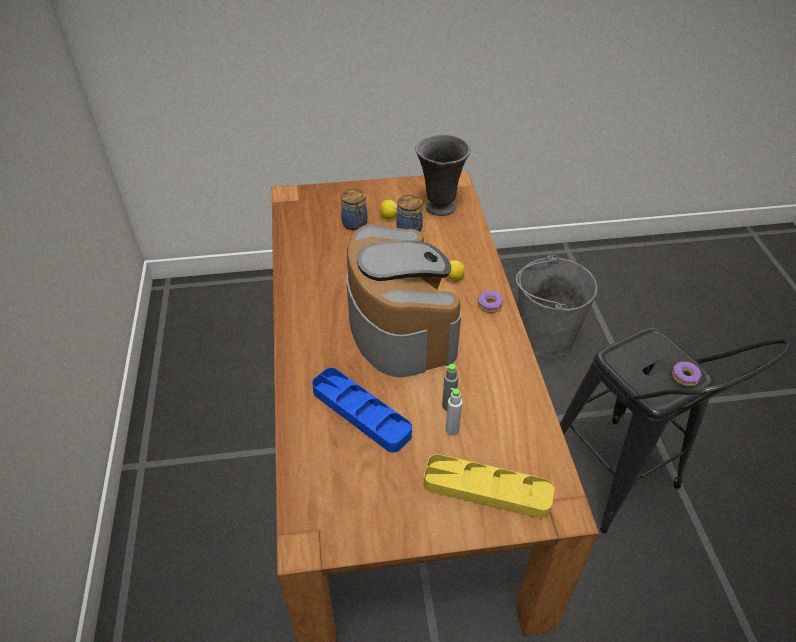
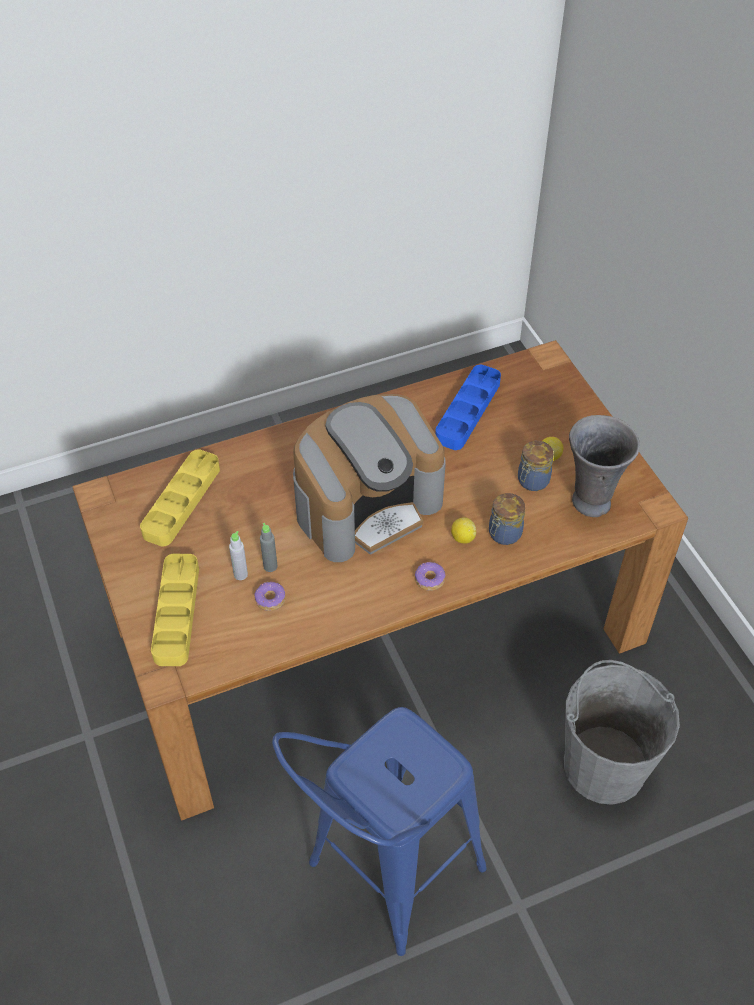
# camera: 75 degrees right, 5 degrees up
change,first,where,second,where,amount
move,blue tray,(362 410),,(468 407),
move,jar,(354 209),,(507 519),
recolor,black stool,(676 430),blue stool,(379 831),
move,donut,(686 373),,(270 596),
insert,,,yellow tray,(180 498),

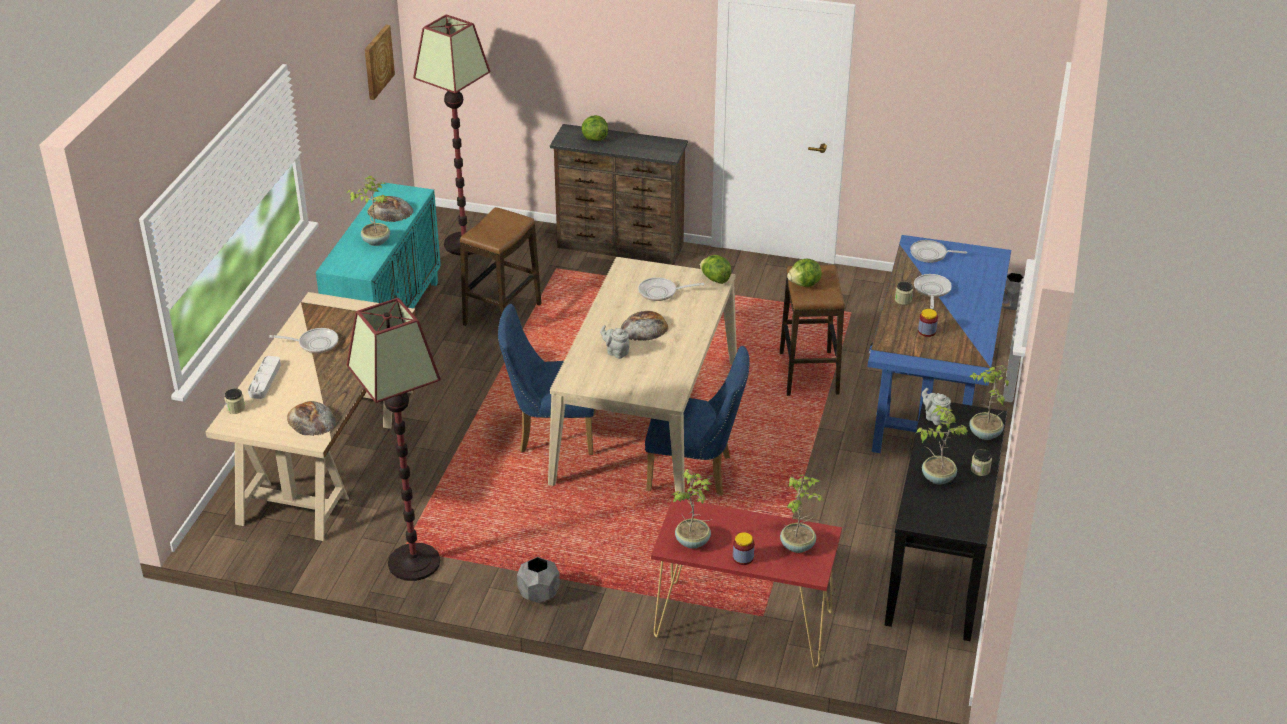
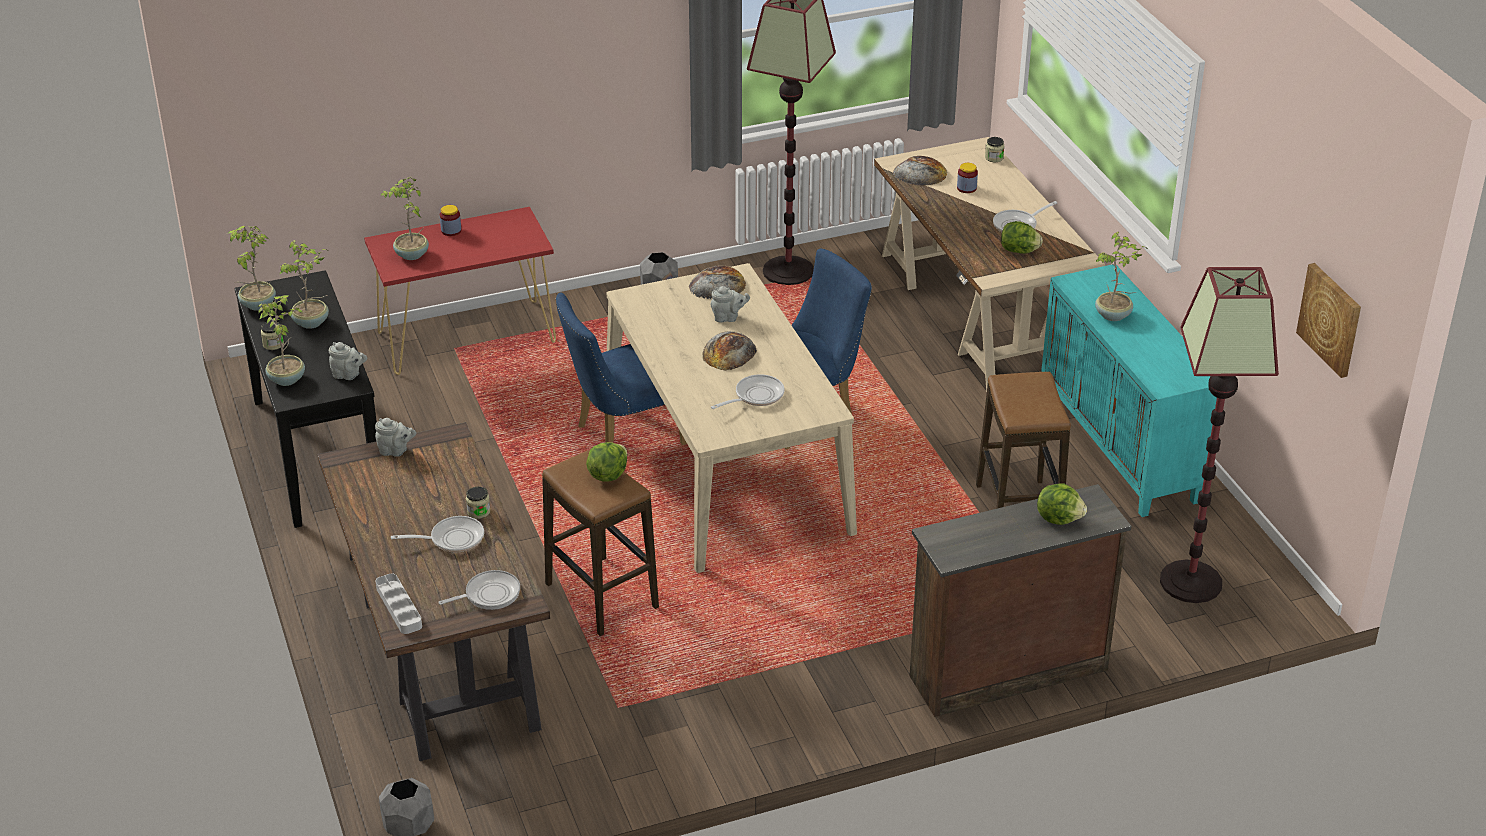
# camera: 145 degrees right, 0 degrees up
change,first,where,second,where,amount
move,grey tray,(264 377),,(399 603),
move,bread,(390 209),,(717 282),
move,potted plant,(693 509),,(251 268),
move,lettuce,(716 269),,(1022 237),
recolor,blue desk,(939 344),brown desk,(434 591),
rotate,frying pan,(933 291),,(437 534),75 degrees counterclockwise
move,jar,(928 323),,(967 178),
insert,,,grey teapot,(395 437),

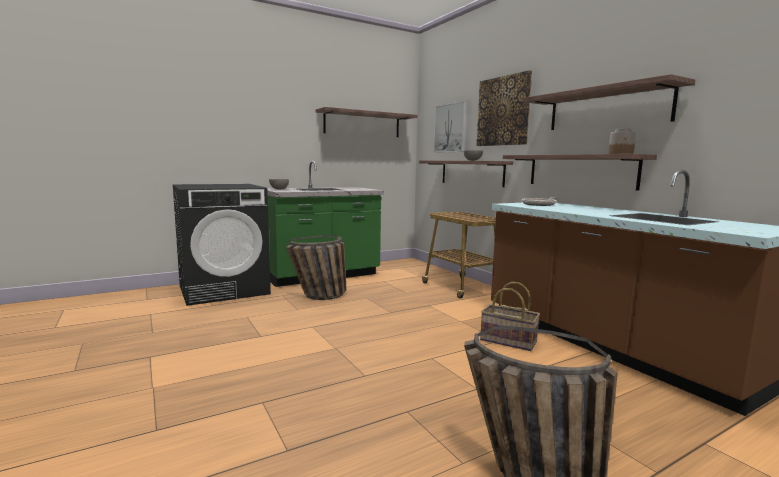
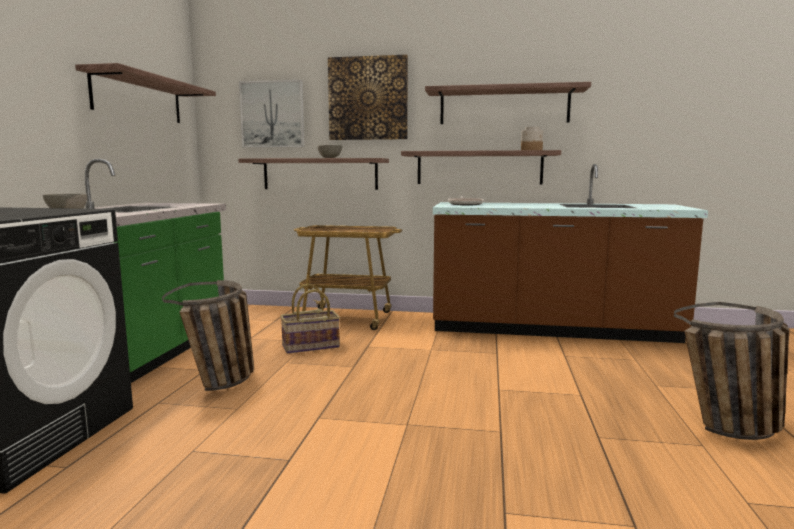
# camera: 50 degrees left, 0 degrees up
change,first,where,second,where,amount
move,basket,(510 316),,(310 319),

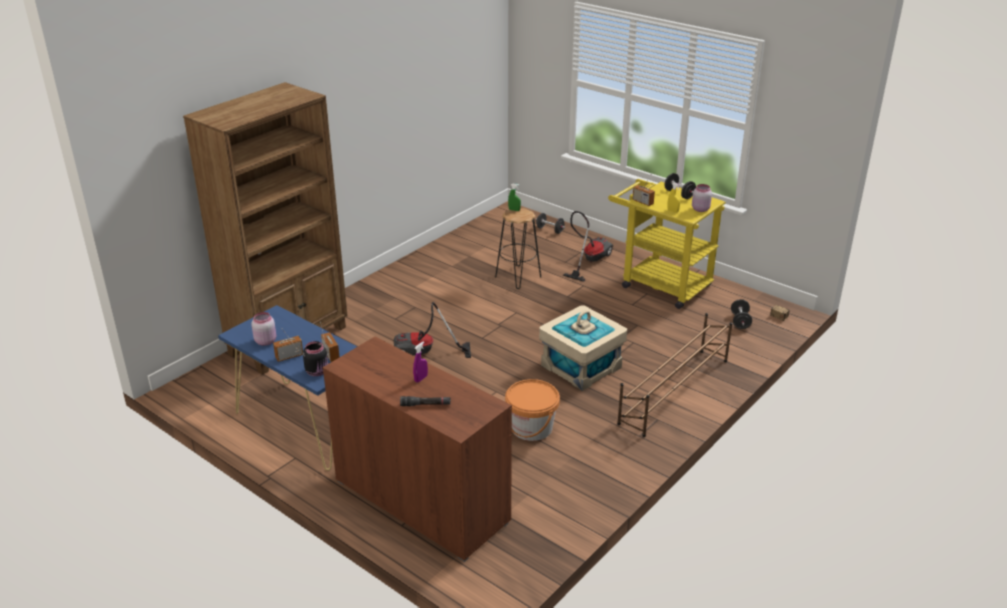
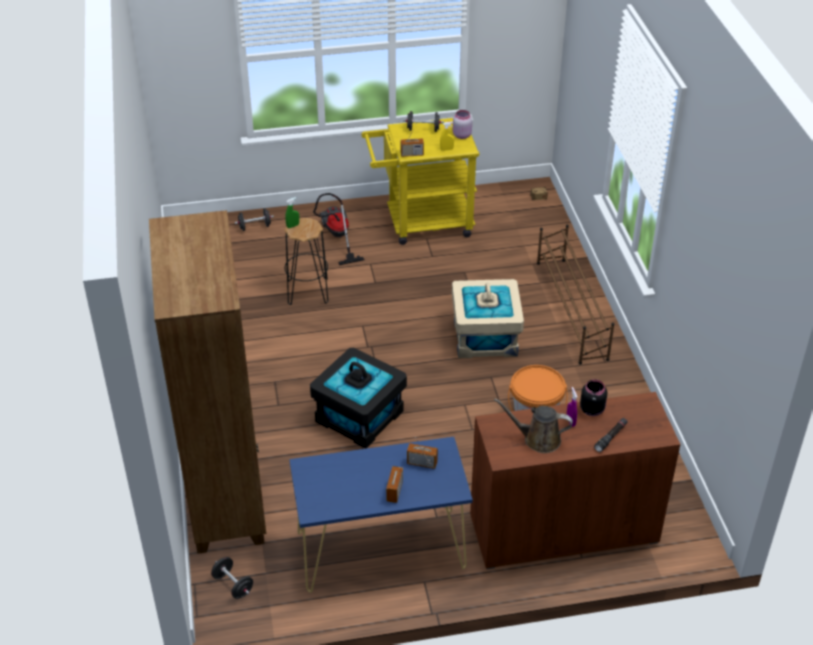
# camera: 50 degrees left, 10 degrees up
change,first,where,second,where,amount
delete,pink jar,(263 329),,,
move,black jar,(315 358),,(593 397),
replace,vacuum cleaner,(432 330),black storage box,(358 398),
move,black dumbbell,(741 314),,(232 578),
insert,,,brown watering can,(533 425),

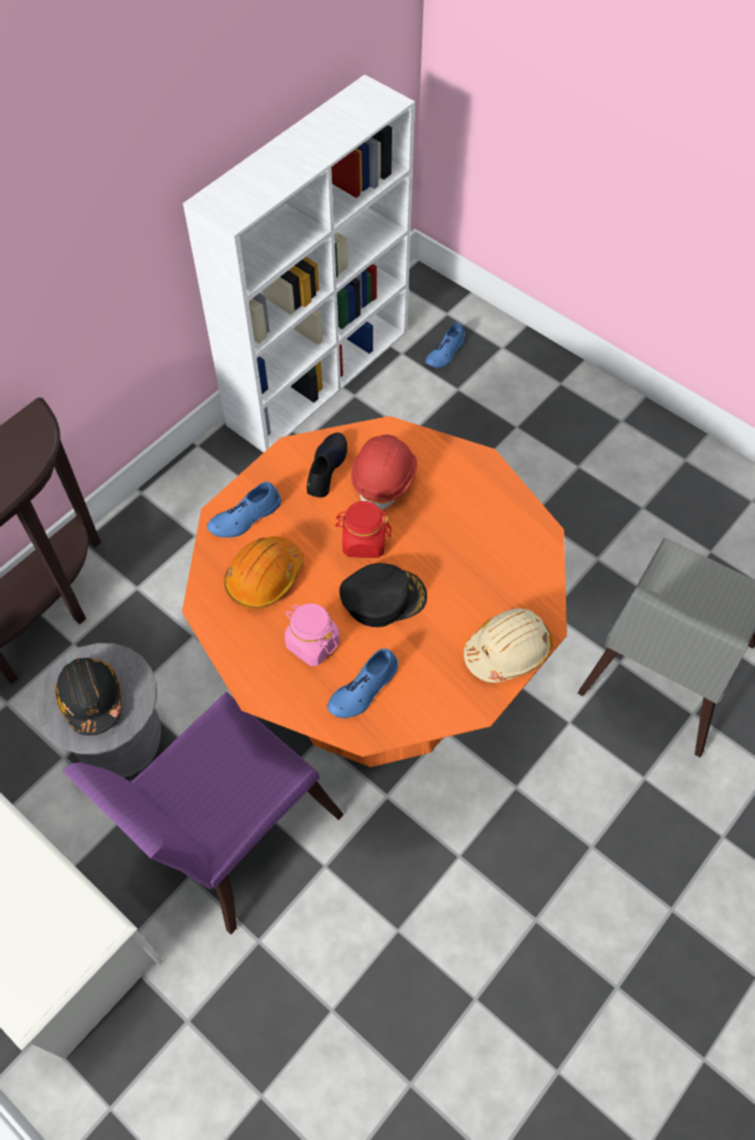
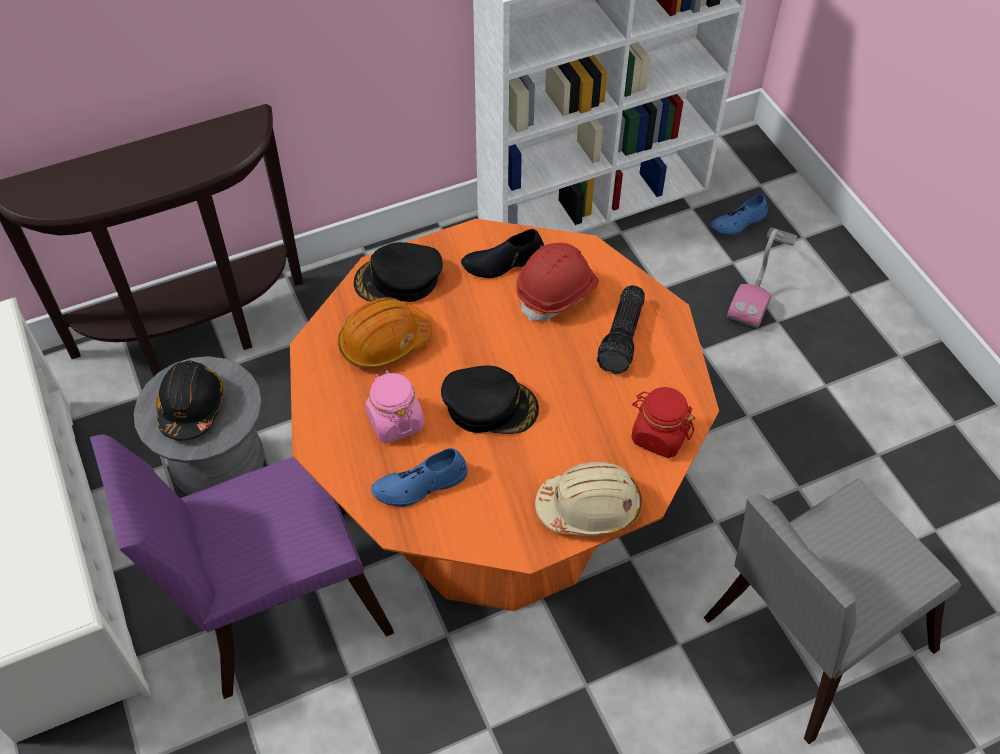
# camera: 25 degrees right, 5 degrees down
change,first,where,second,where,amount
replace,blue shoe,(244 509),black cap,(398 272),
rotate,black shoe,(327 465),,(502 253),150 degrees counterclockwise
move,red jar,(363 529),,(663 422),
insert,,,flashlight,(621 329),
insert,,,vacuum cleaner,(762 278),

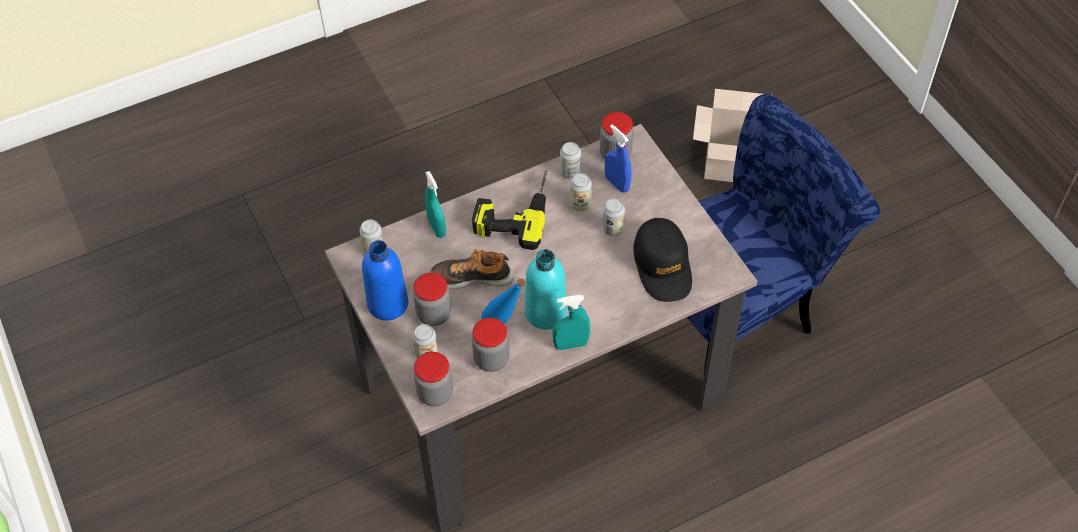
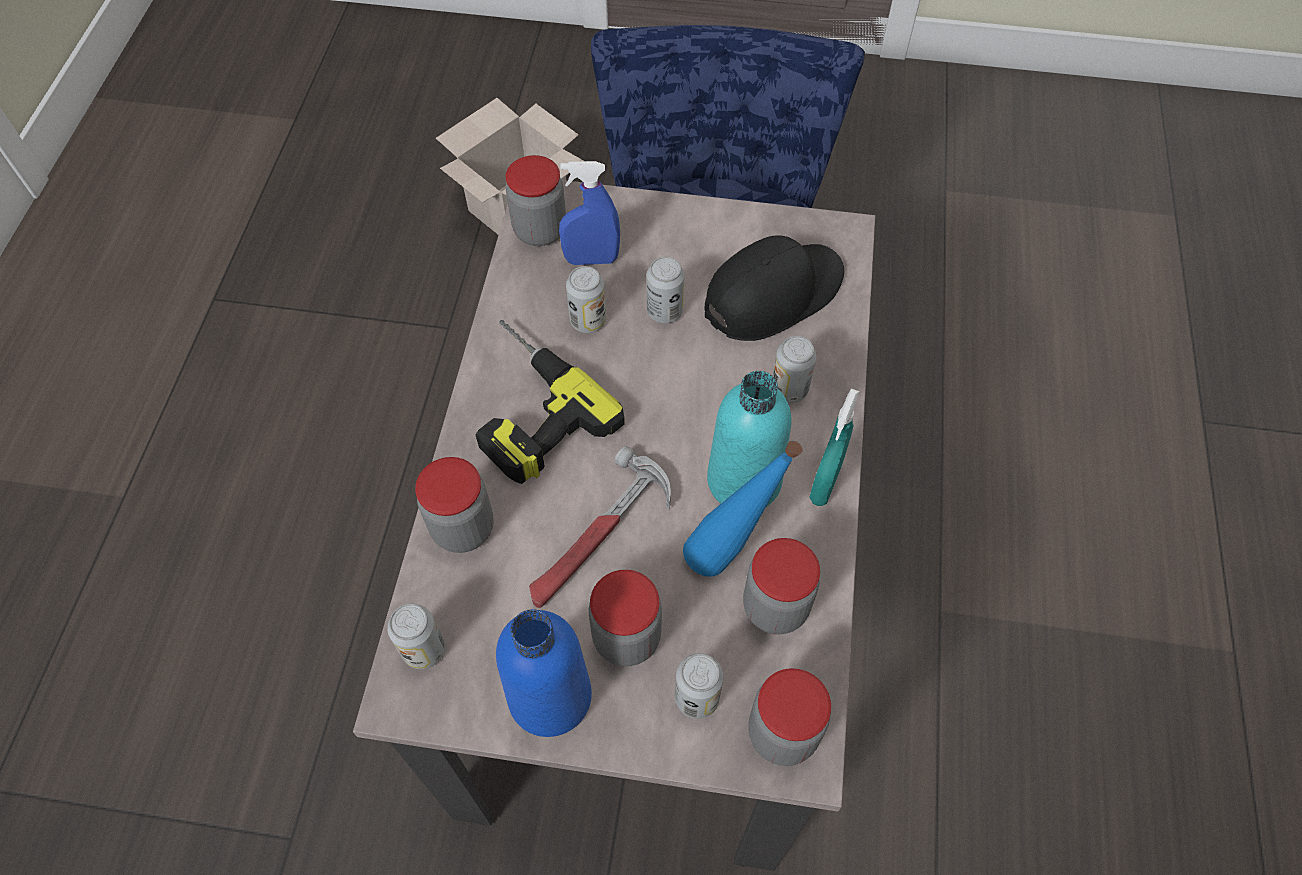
# camera: 55 degrees left, 5 degrees up
change,first,where,second,where,amount
replace,turquoise spray bottle,(435 204),jar,(454 505),
replace,shoe,(471 269),hammer,(600 527),
move,can,(570 161),,(794 369),
rotate,black cap,(662 260),,(774 288),60 degrees counterclockwise

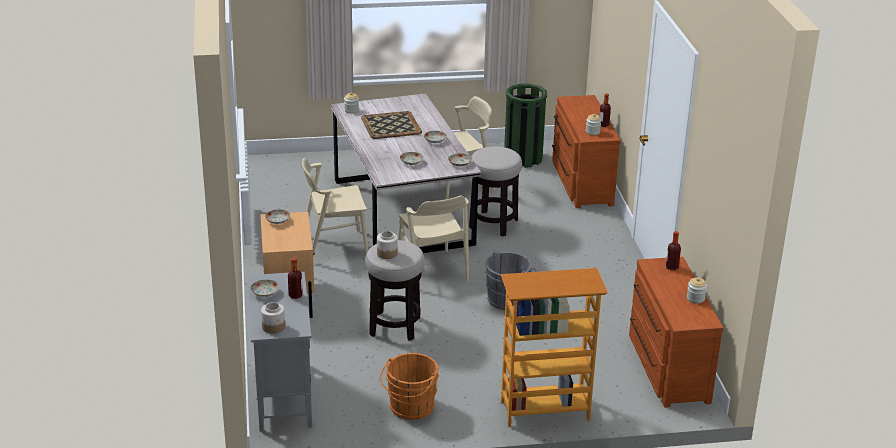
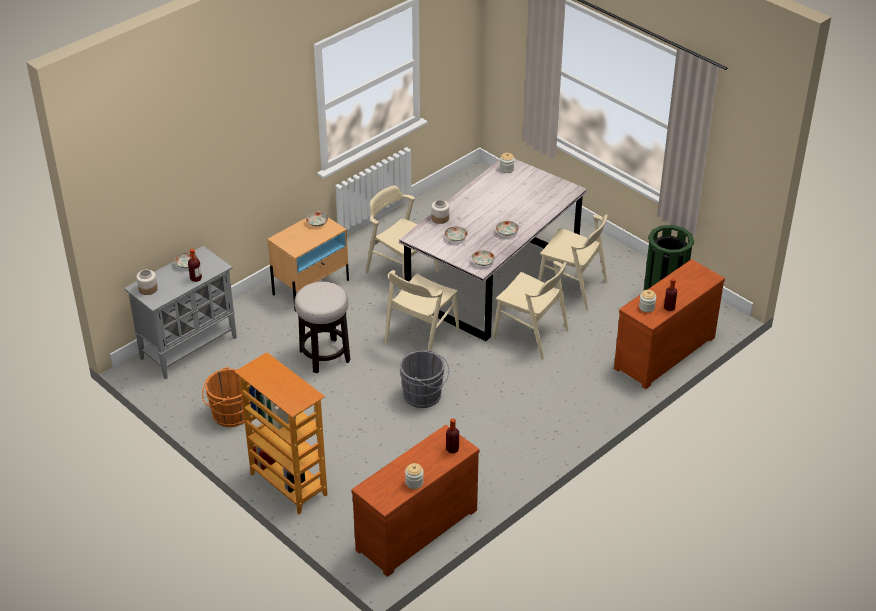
# camera: 55 degrees right, 10 degrees up
change,first,where,second,where,amount
delete,tray,(391 125),,,
move,jar,(387 245),,(440 212),
replace,stool,(495 191),beige chair,(530 310),

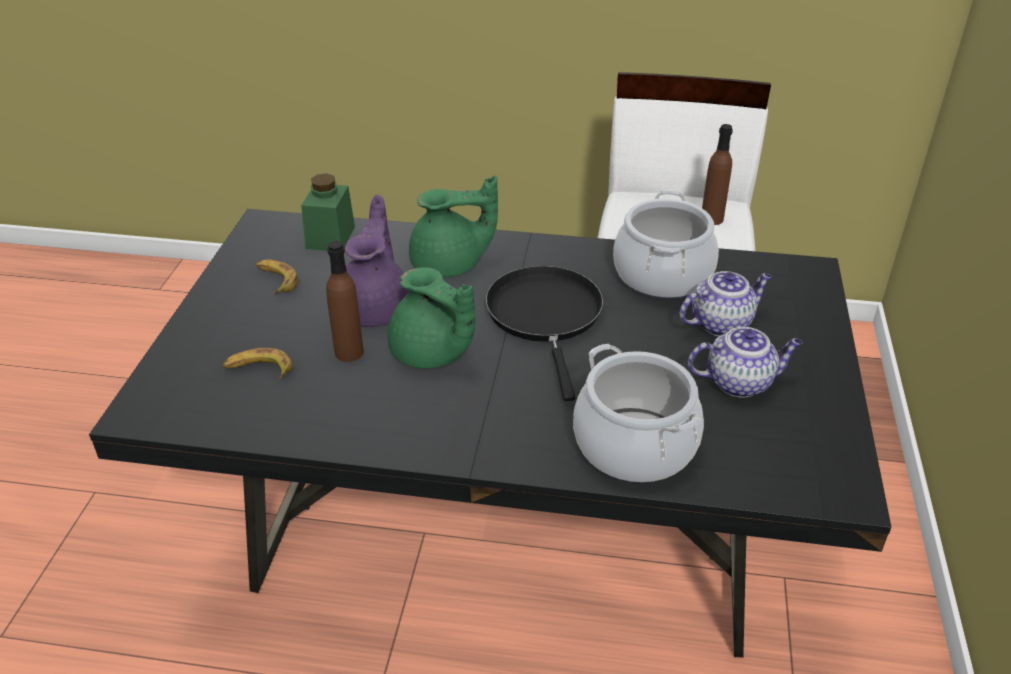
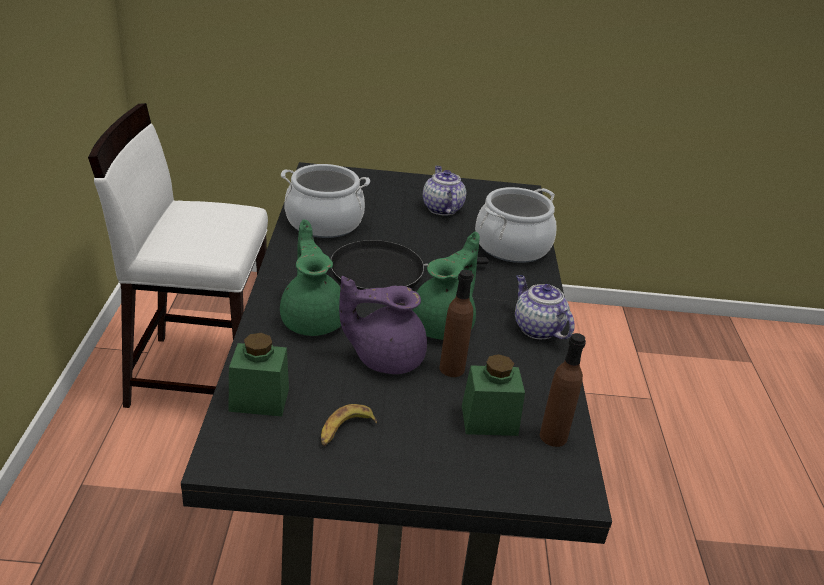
# camera: 100 degrees left, 5 degrees down
change,first,where,second,where,amount
replace,banana,(258 363),green jar,(493 395),
move,teapot,(726 303),,(545 307),
move,brown bottle,(717 174),,(563 390),

